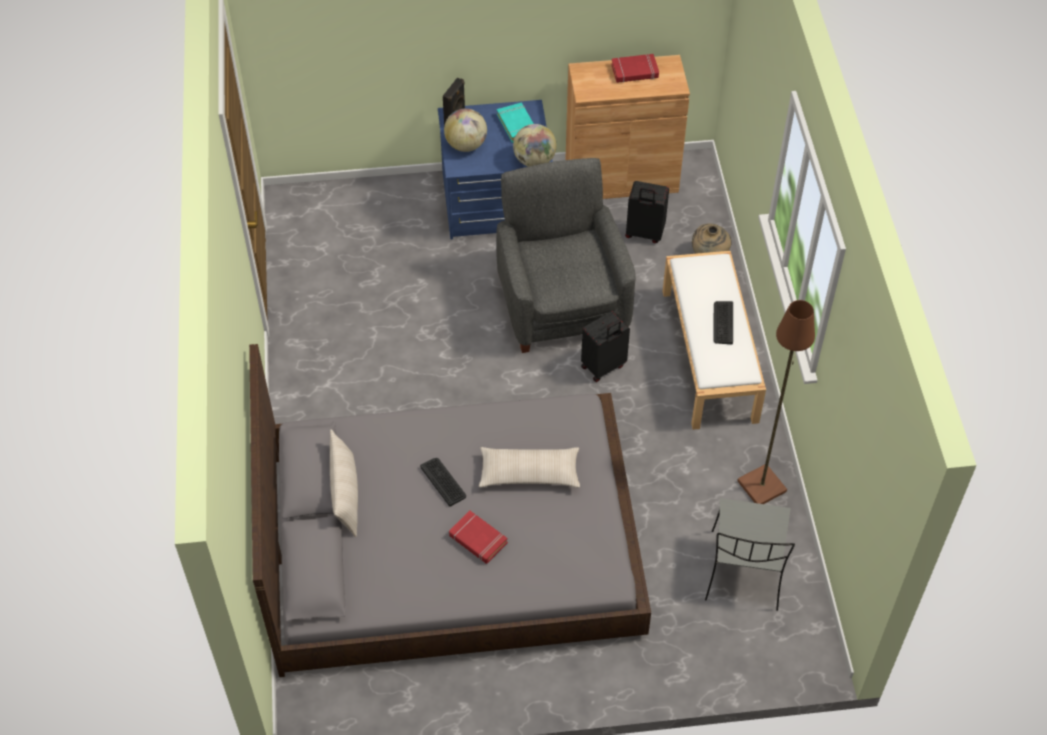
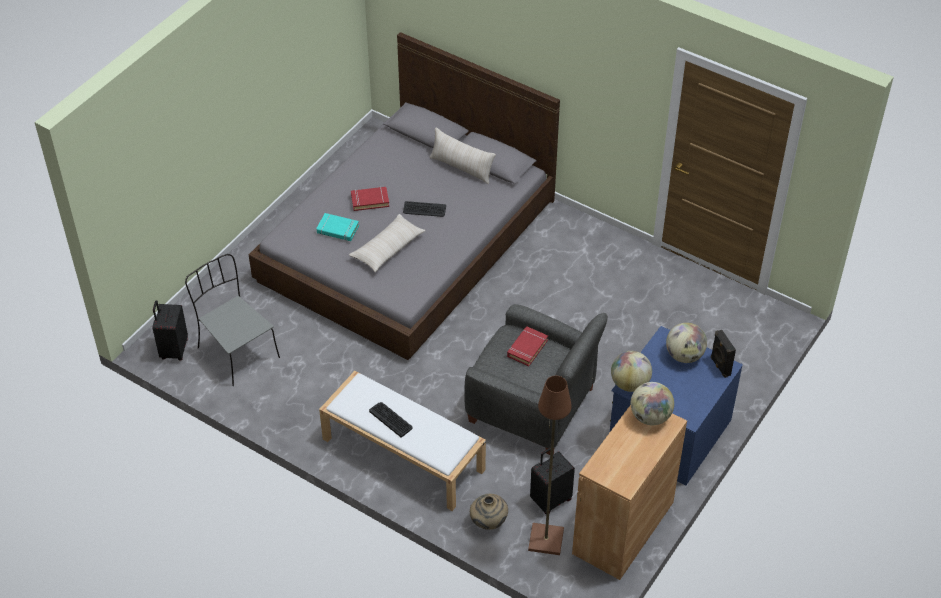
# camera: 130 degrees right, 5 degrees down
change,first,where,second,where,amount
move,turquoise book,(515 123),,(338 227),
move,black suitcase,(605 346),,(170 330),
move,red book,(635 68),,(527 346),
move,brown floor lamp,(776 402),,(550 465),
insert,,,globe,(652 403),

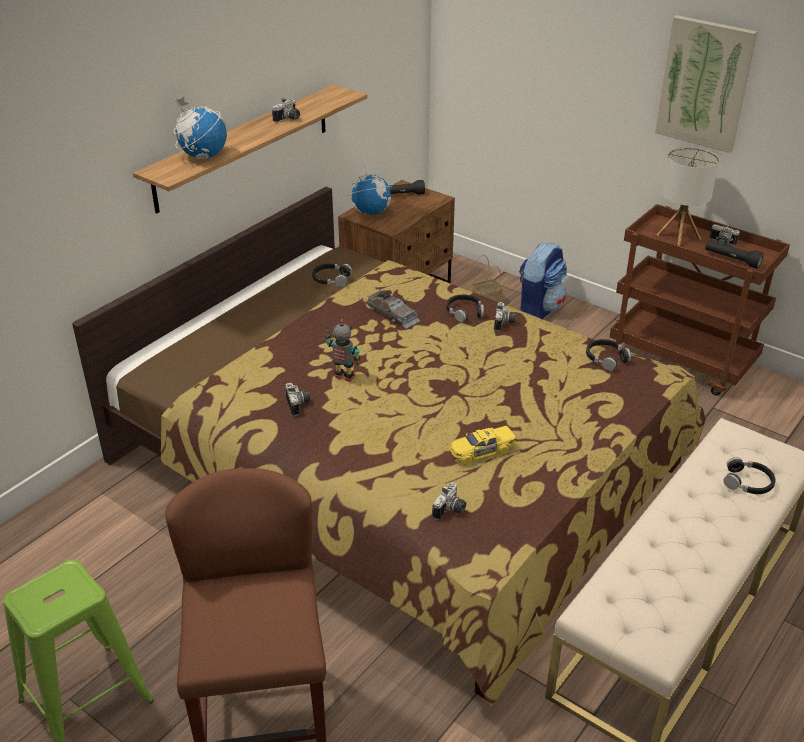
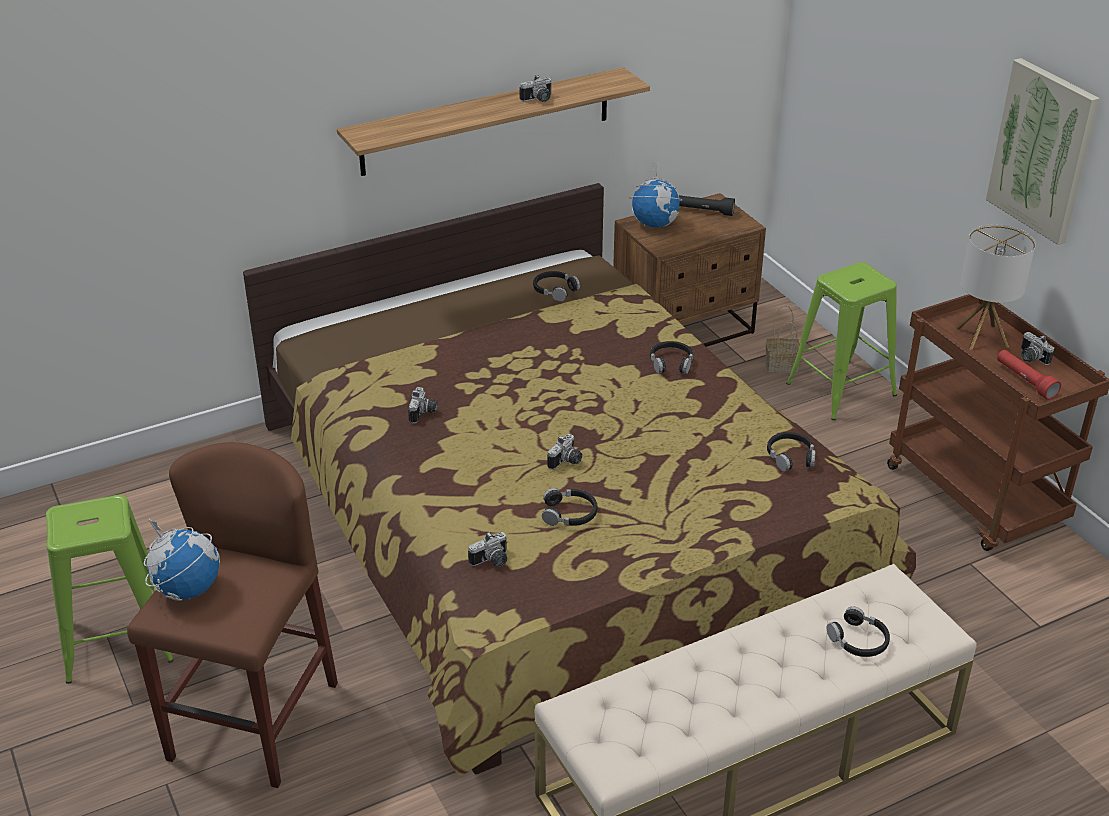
# camera: 25 degrees right, 0 degrees up
change,first,where,second,where,amount
move,globe,(200 128),,(182 560),
delete,toy robot,(342 350),,,
delete,grey toy car,(393 309),,,
replace,yellow toy car,(483 445),black headphones,(569 507),
move,photo camera,(505 316),,(564 452),
replace,backpack,(543 280),green stool,(841 341),
recolor,black flashlight,(734 254),red flashlight,(1029 375),

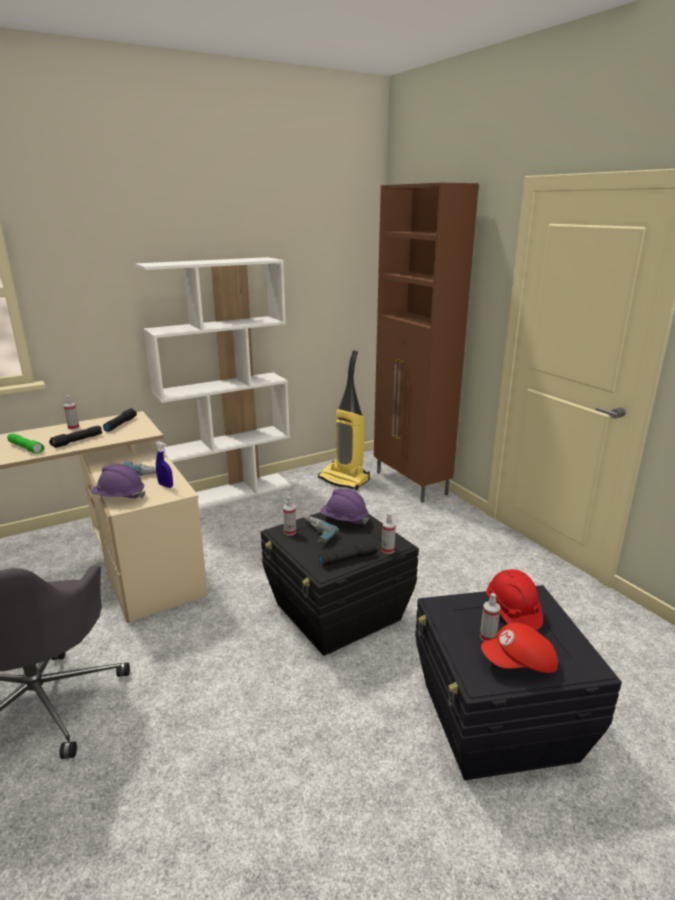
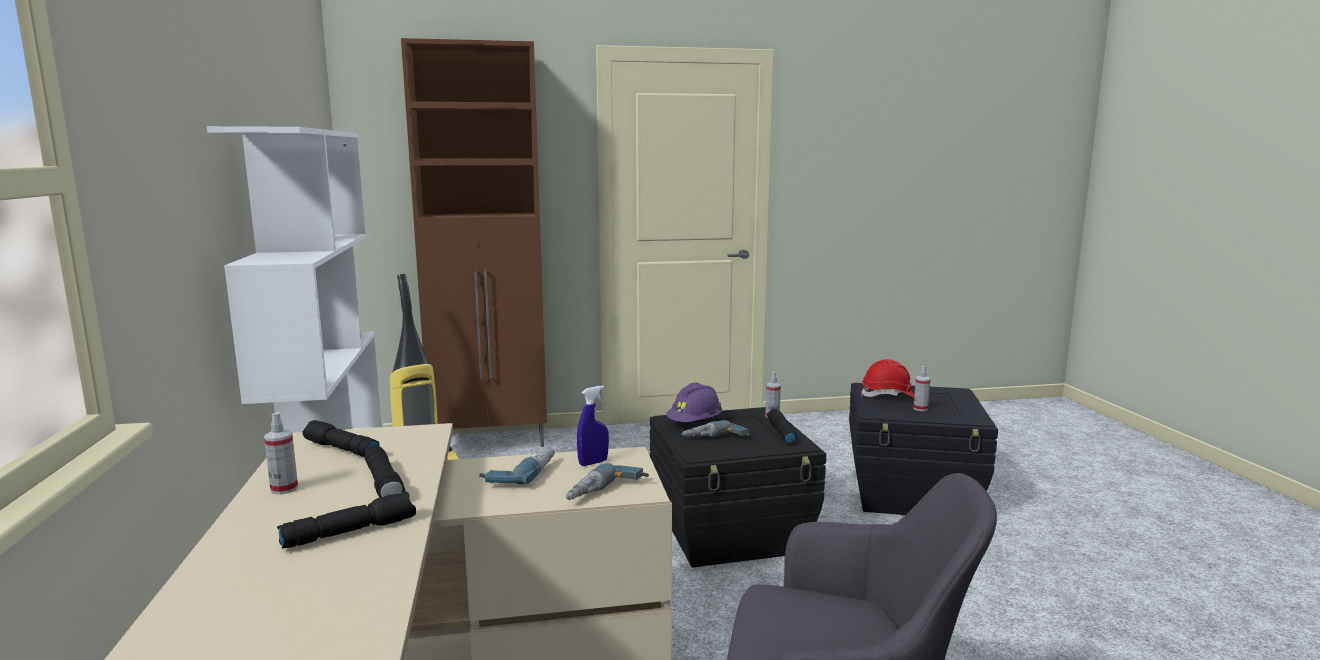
# camera: 70 degrees left, 10 degrees down
change,first,where,second,where,amount
recolor,green flashlight,(25 443),black flashlight,(346 520),
replace,purple hard hat,(118 481),power drill,(607 481),
delete,spray bottle,(289 515),,,
delete,red cap,(519 647),,,

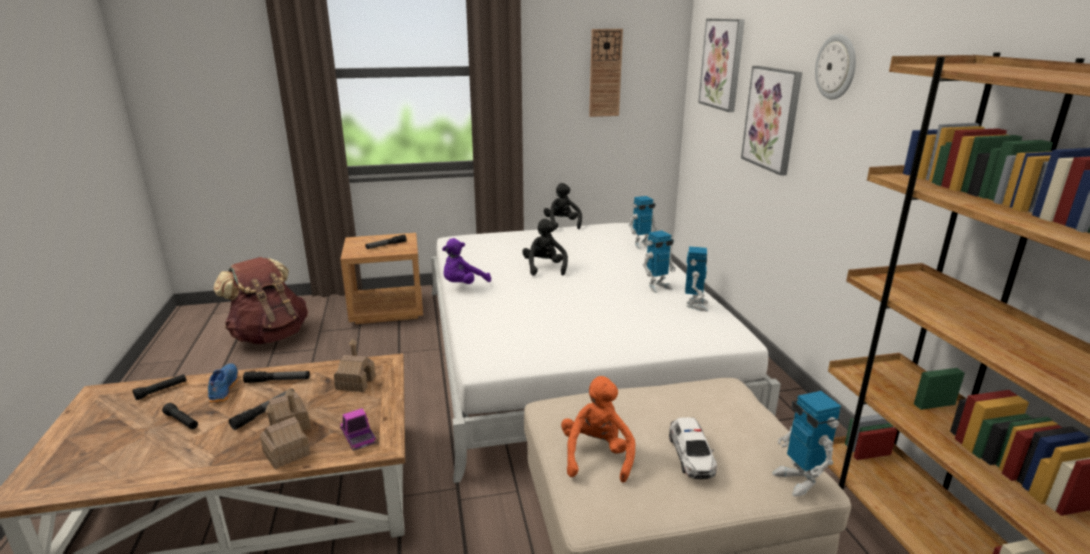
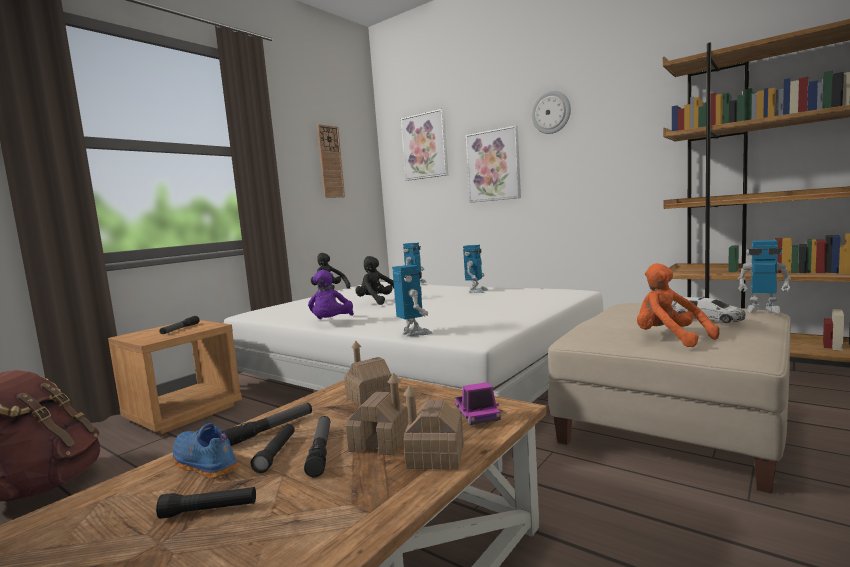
# camera: 40 degrees left, 15 degrees down
change,first,where,second,where,amount
move,black flashlight,(159 387),,(273 448),
rotate,toy truck,(358 429),,(478 403),120 degrees counterclockwise
move,toy robot,(696 278),,(412 300),

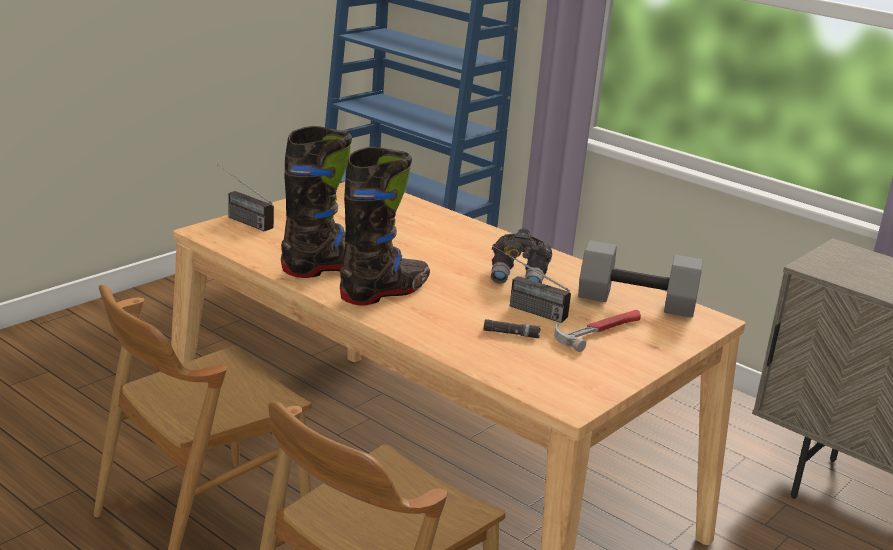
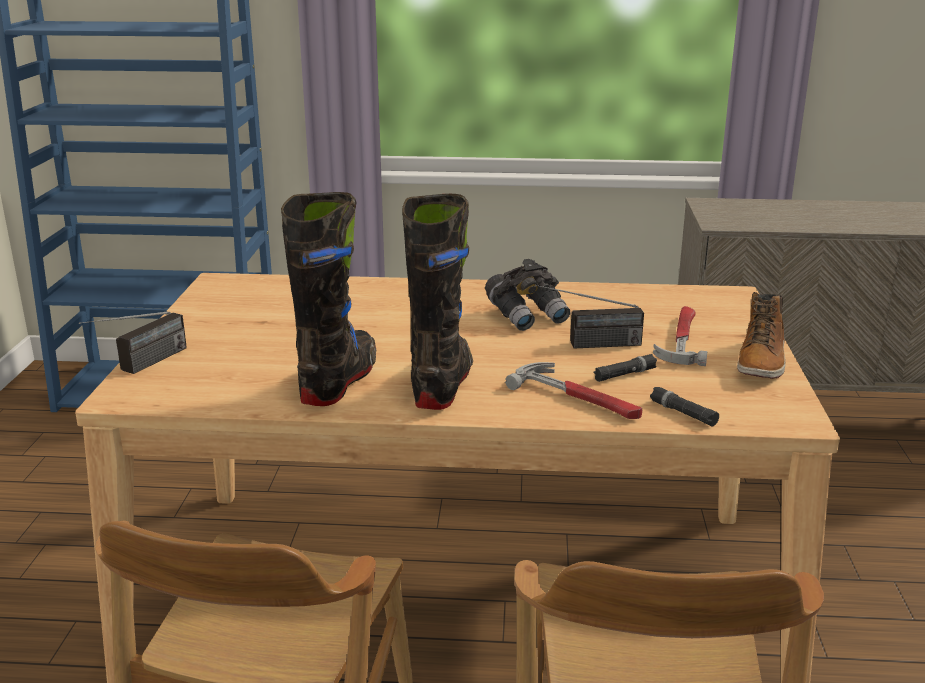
# camera: 35 degrees left, 0 degrees up
change,first,where,second,where,amount
rotate,radio,(245 198),,(133 342),60 degrees counterclockwise
delete,grey dumbbell,(640 279),,,
insert,,,hammer,(573 390),
insert,,,black flashlight,(684 407),
insert,,,boot,(761 335),

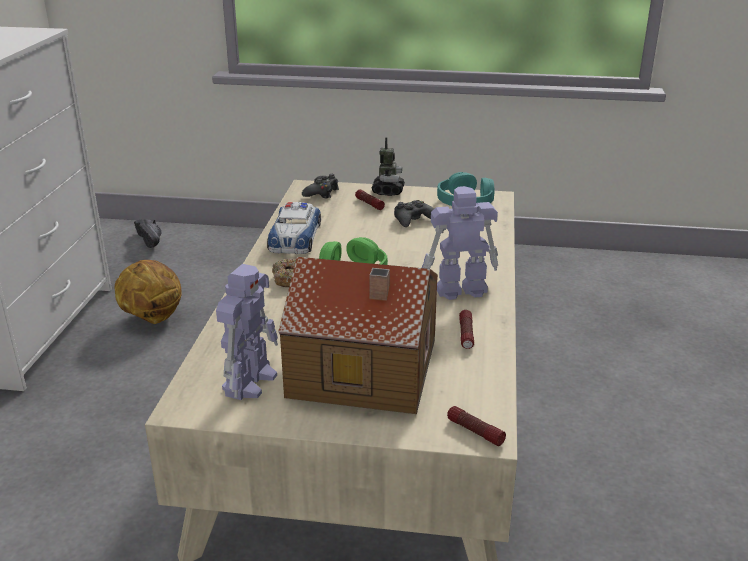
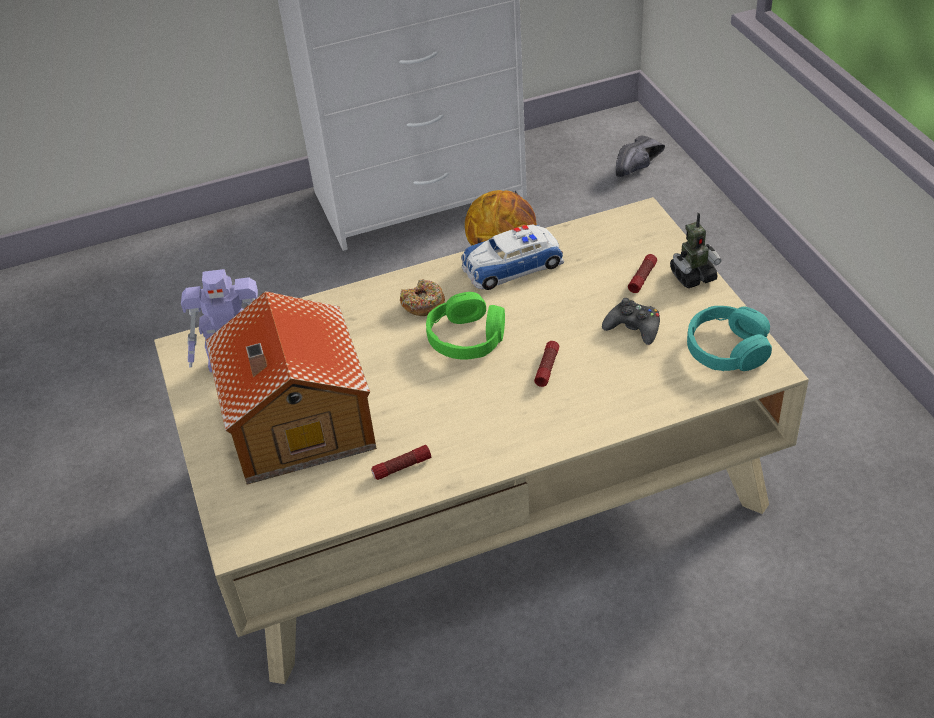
# camera: 65 degrees right, 15 degrees up
change,first,where,second,where,amount
delete,black game controller,(320 186),,,
delete,toy robot,(460 243),,,
move,flashlight,(476 426),,(546 364),

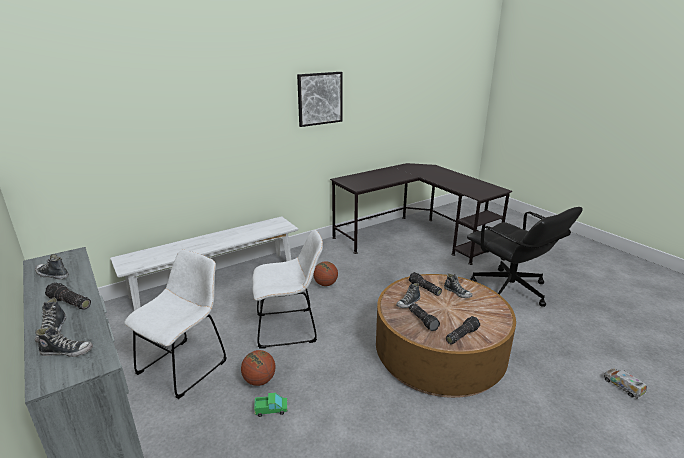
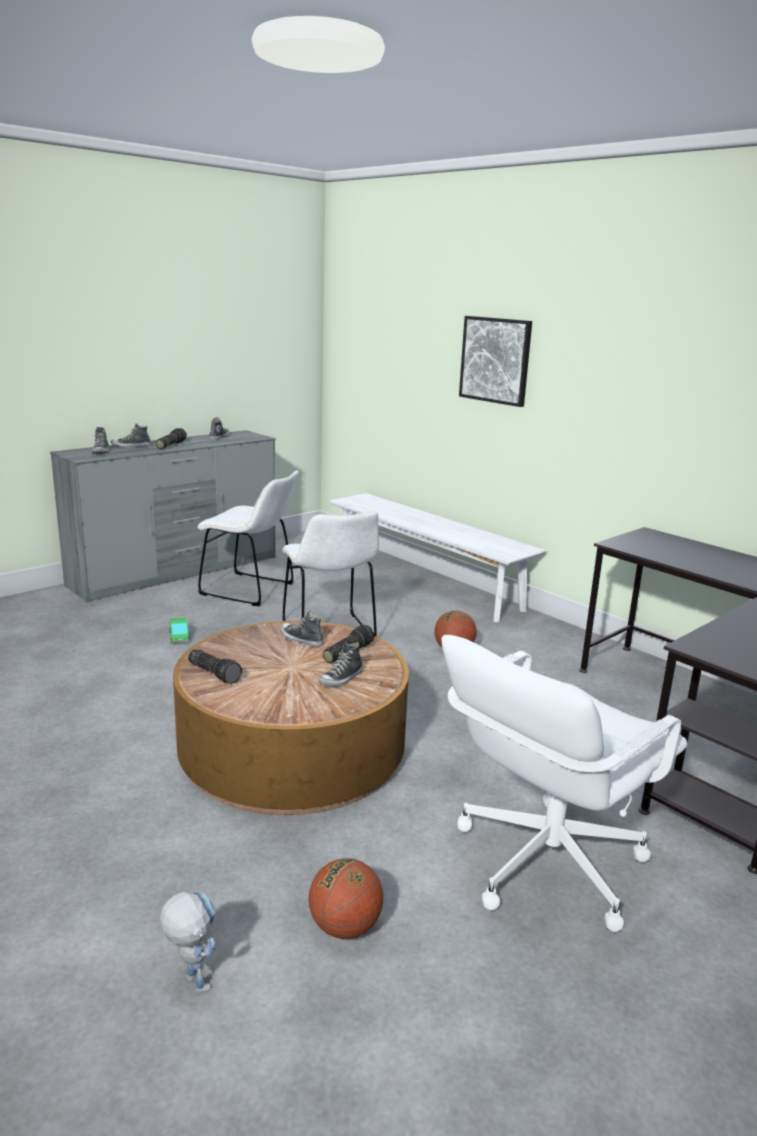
# camera: 80 degrees right, 5 degrees down
change,first,where,second,where,amount
move,basketball,(258 368),,(346 898),
move,picture,(319 99),,(495 361),
delete,flashlight,(424 317),,,
recolor,black office chair,(525 257),white office chair,(564 783),
replace,toy truck,(625 383),toy robot,(188 943),

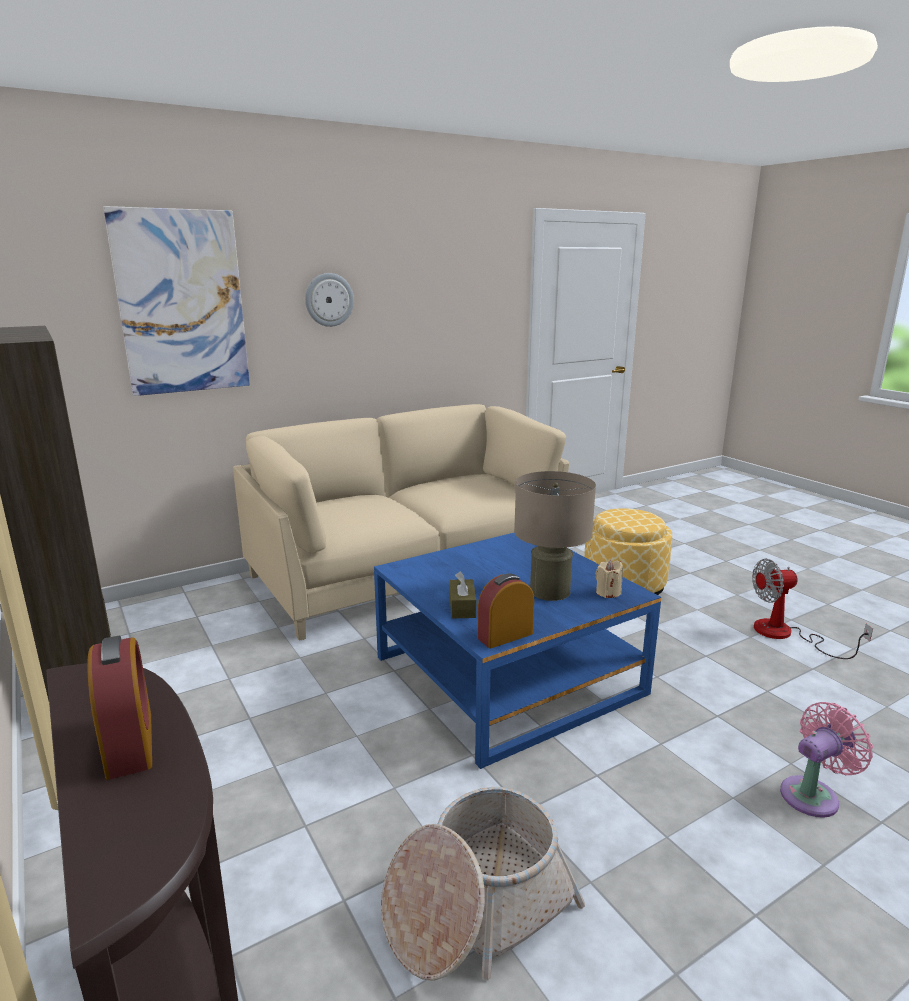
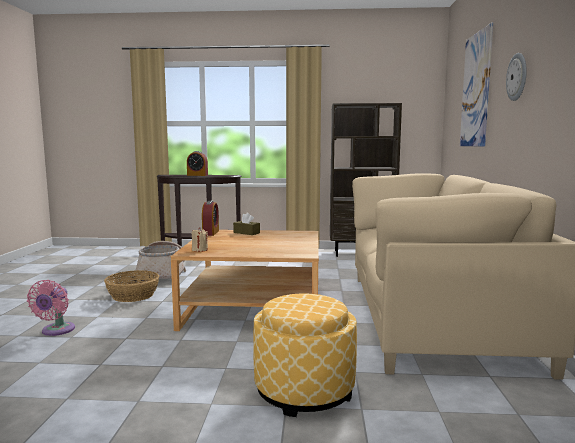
# camera: 125 degrees right, 10 degrees down
change,first,where,second,where,amount
recolor,blue coffee table,(517 651),beige coffee table,(245 280),
delete,beige table lamp,(555 536),,,
delete,fan,(812 609),,,
insert,,,basket,(131 286),

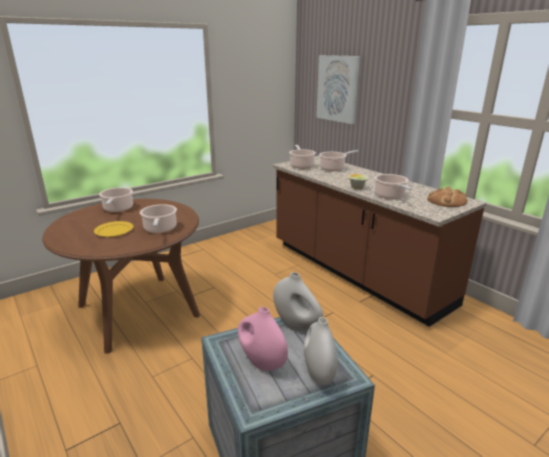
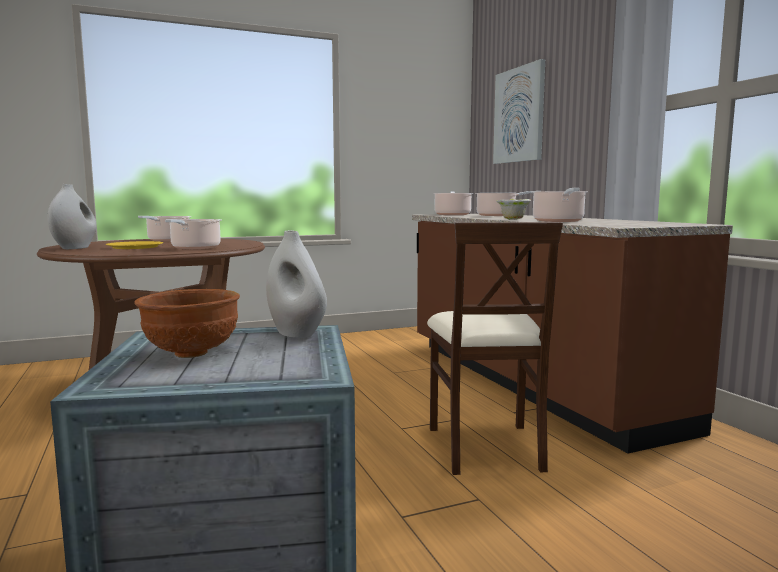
# camera: 15 degrees right, 15 degrees down
change,first,where,second,where,amount
replace,pink vase,(263 339),brown bowl,(187 323),
move,white vase,(321 351),,(72 216),
delete,bread,(447 196),,,
insert,,,beige chair,(495 348),

